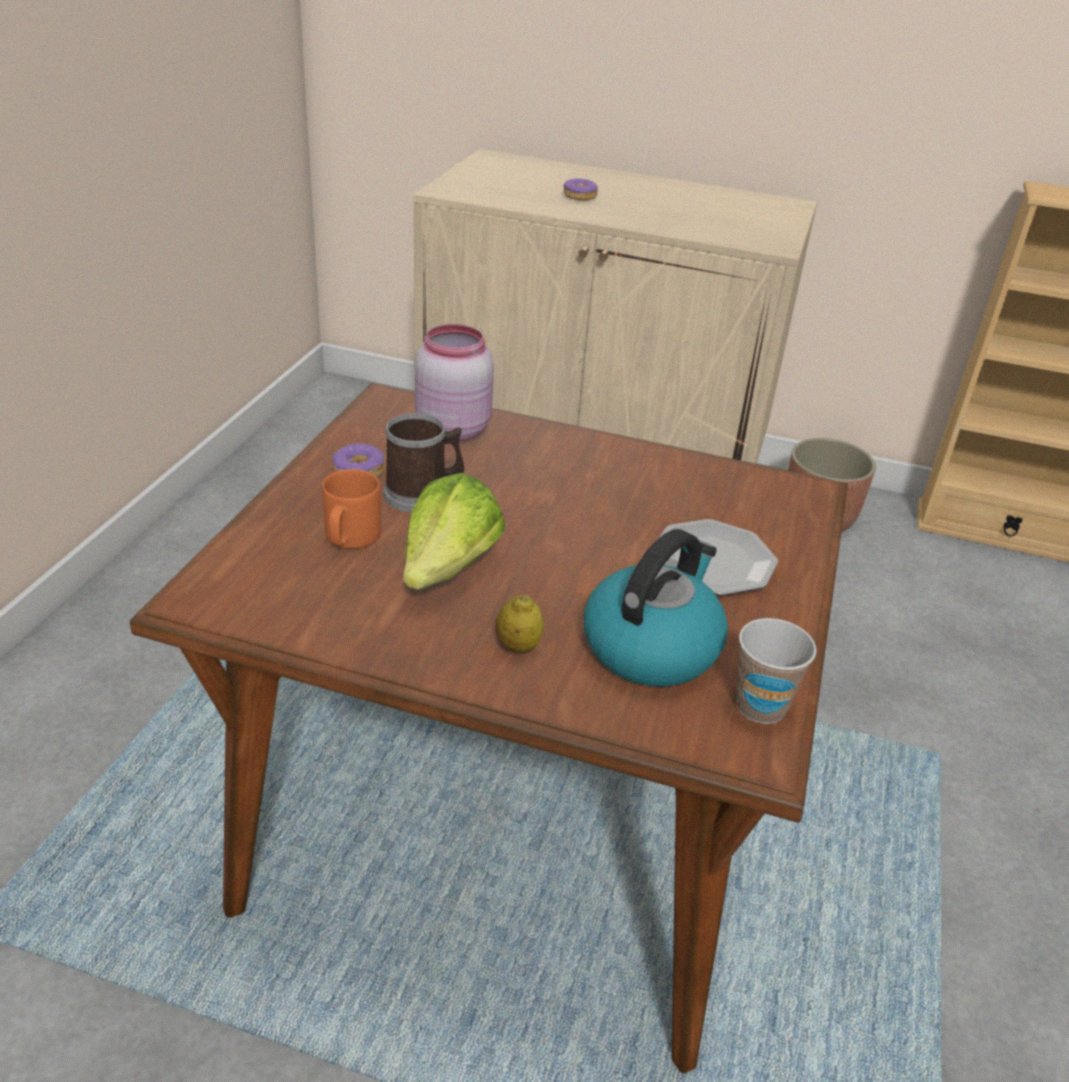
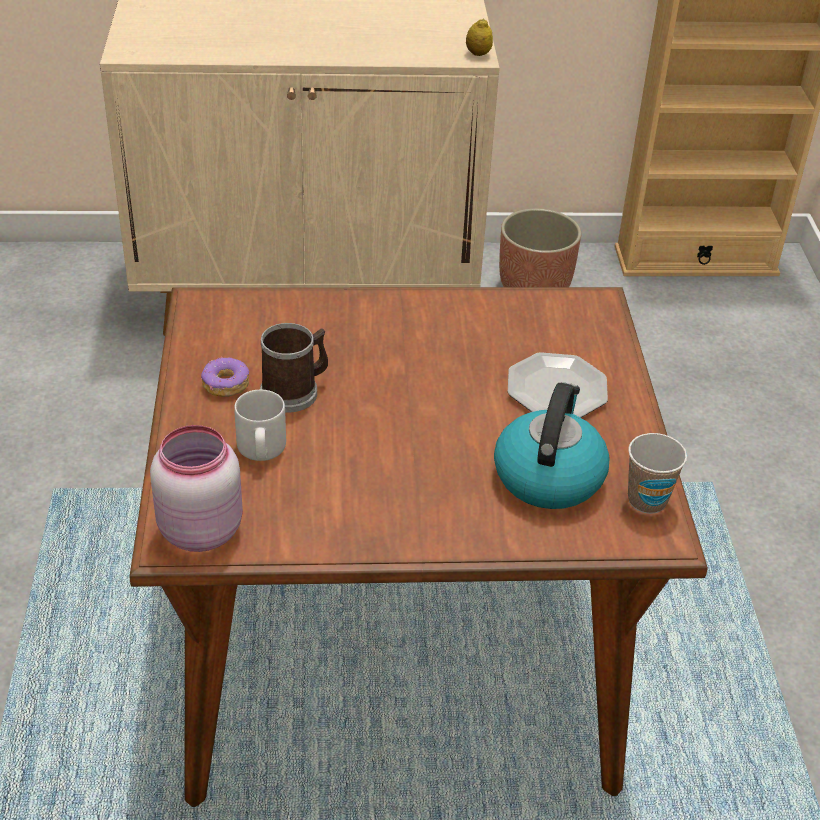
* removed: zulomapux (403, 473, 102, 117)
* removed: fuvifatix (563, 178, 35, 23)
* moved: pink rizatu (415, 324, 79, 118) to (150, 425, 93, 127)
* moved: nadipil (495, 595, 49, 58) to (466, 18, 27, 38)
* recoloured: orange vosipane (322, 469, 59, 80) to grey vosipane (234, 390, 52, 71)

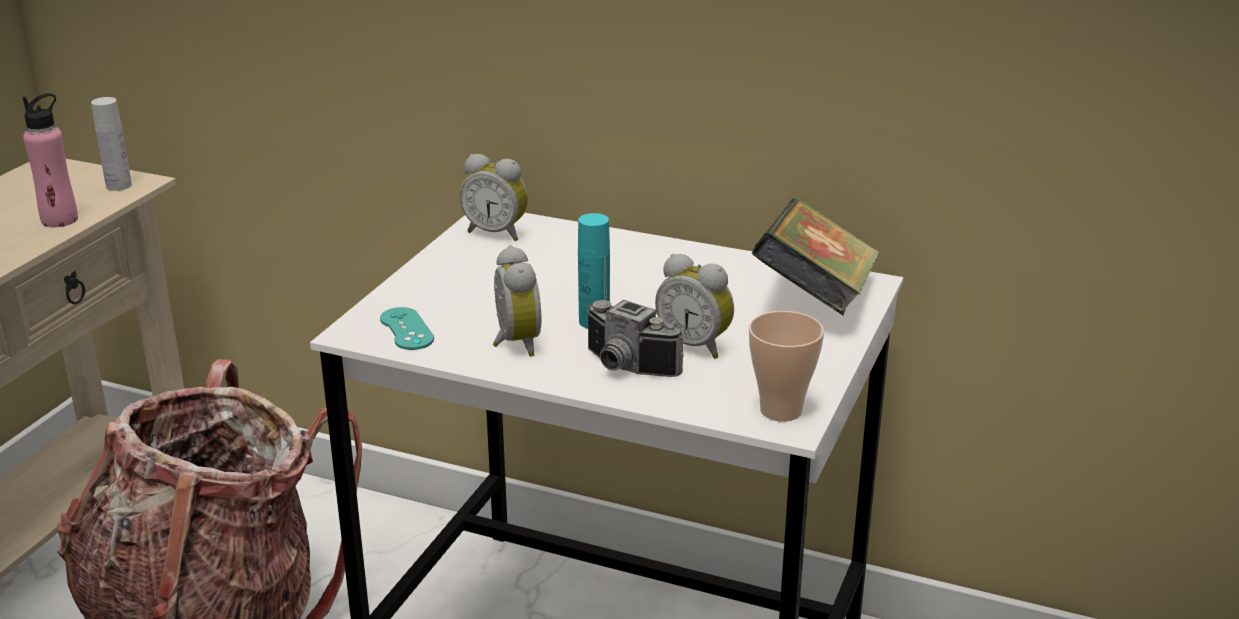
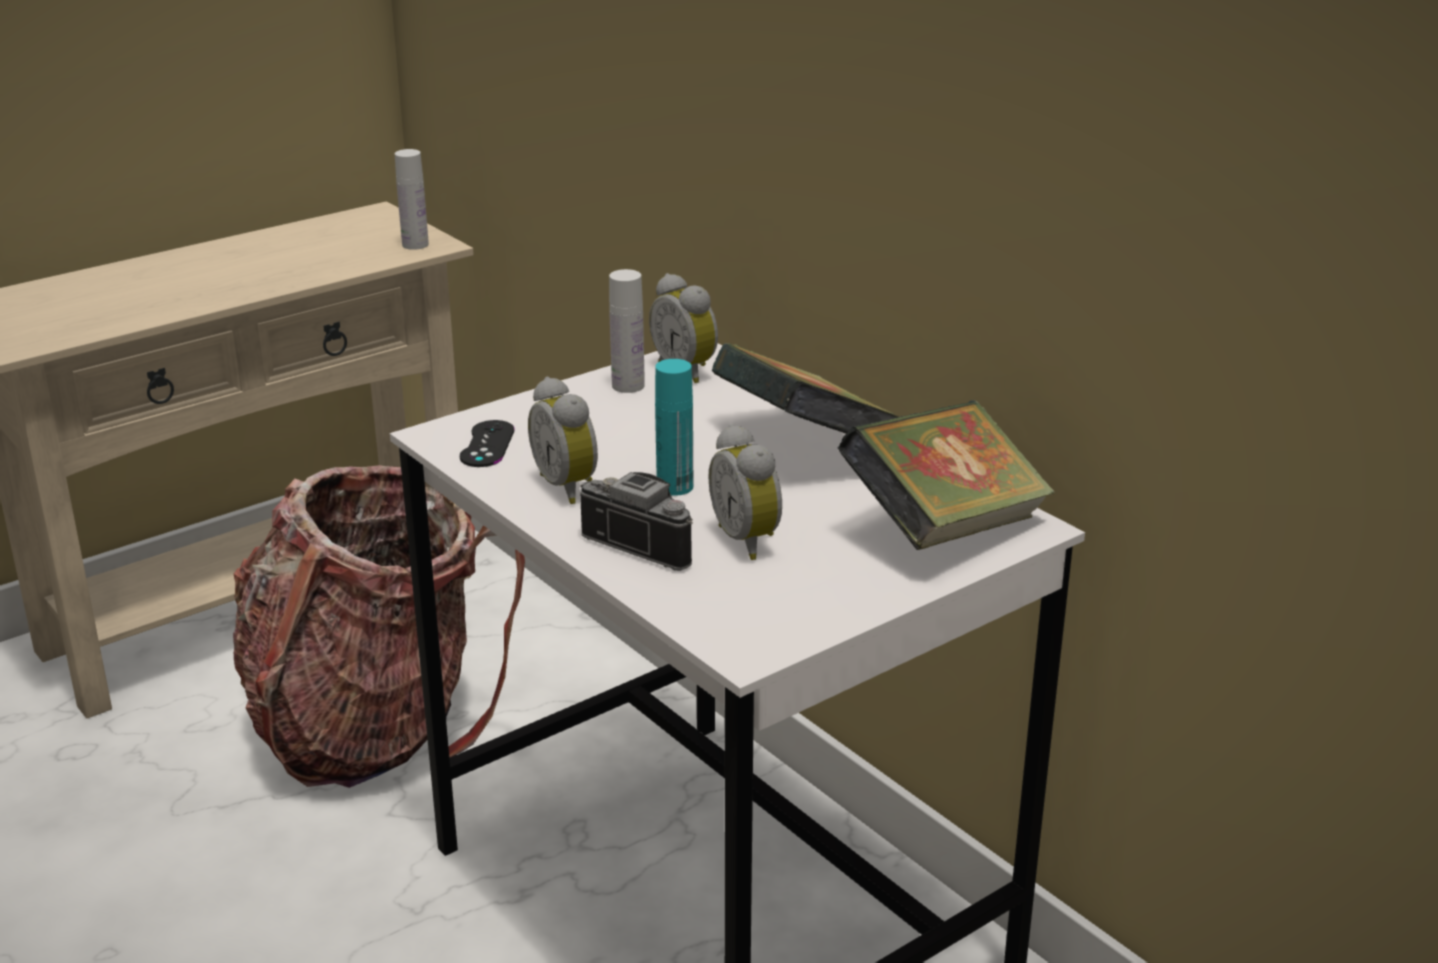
* removed: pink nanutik (23, 93, 55, 134)
* removed: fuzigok (749, 311, 75, 111)
* added: white nanutik (609, 269, 36, 124)
* added: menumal (711, 343, 189, 91)
* recoloured: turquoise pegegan (380, 307, 54, 43) to black pegegan (460, 420, 54, 47)
* turned: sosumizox (493, 245, 48, 112) = (528, 377, 70, 127) 135 degrees clockwise
* turned: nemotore (587, 300, 97, 77) = (580, 472, 113, 99) 150 degrees clockwise

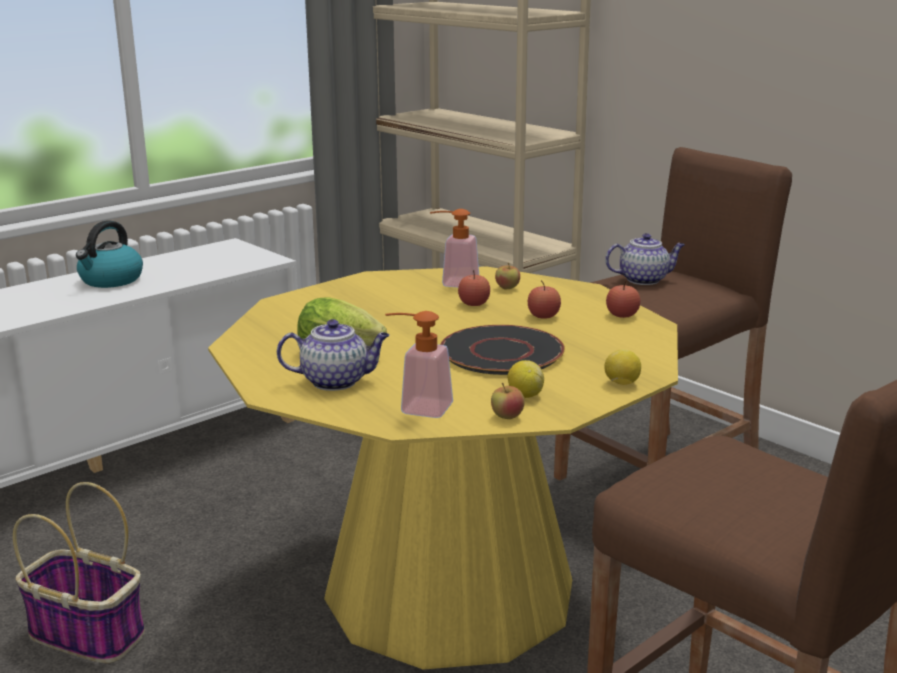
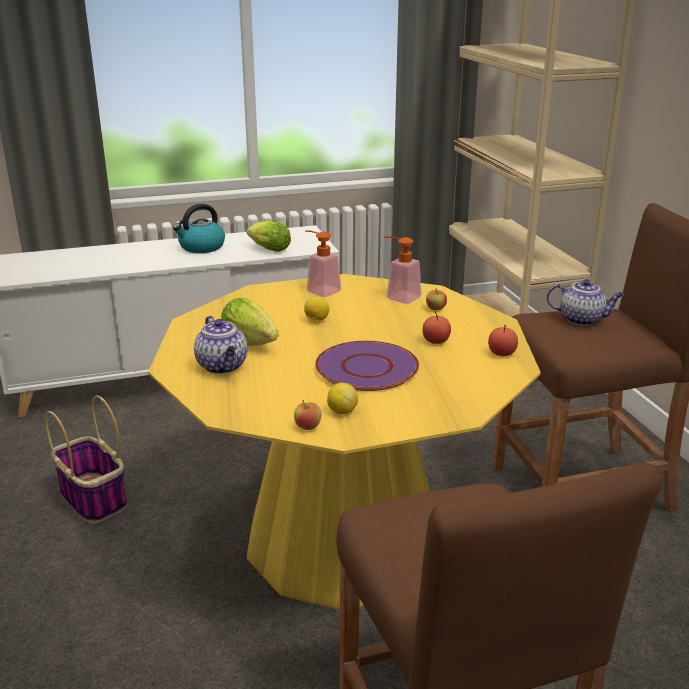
* removed: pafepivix (458, 270, 32, 36)
* added: zulomapux (246, 220, 45, 32)
* moved: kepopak (385, 311, 68, 107) to (305, 230, 36, 67)
* moved: nadipil (604, 349, 37, 36) to (304, 297, 25, 24)
* recoloured: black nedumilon (440, 325, 125, 50) to purple nedumilon (315, 341, 104, 50)
* turned: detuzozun (277, 319, 113, 72) = (194, 316, 54, 58) 45 degrees clockwise

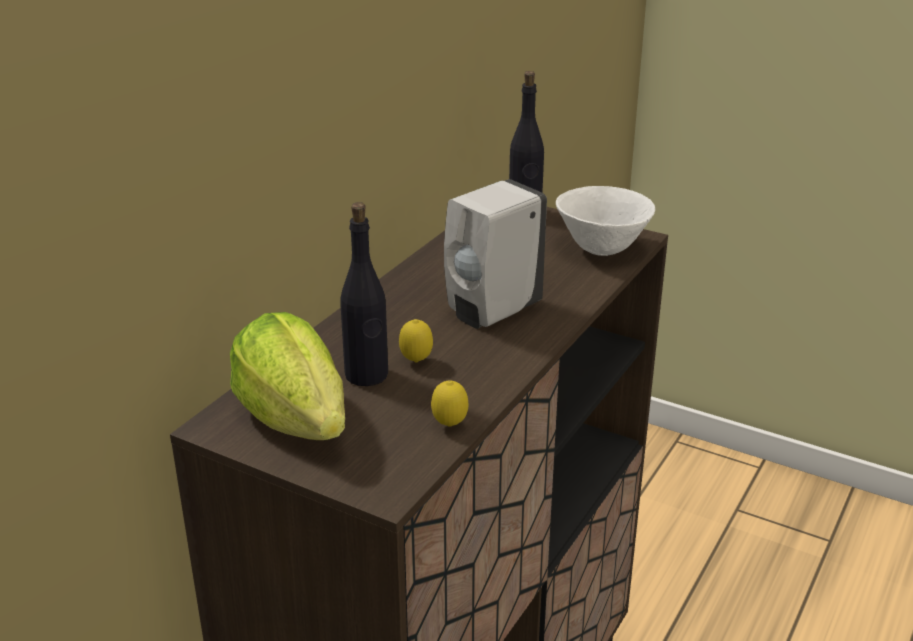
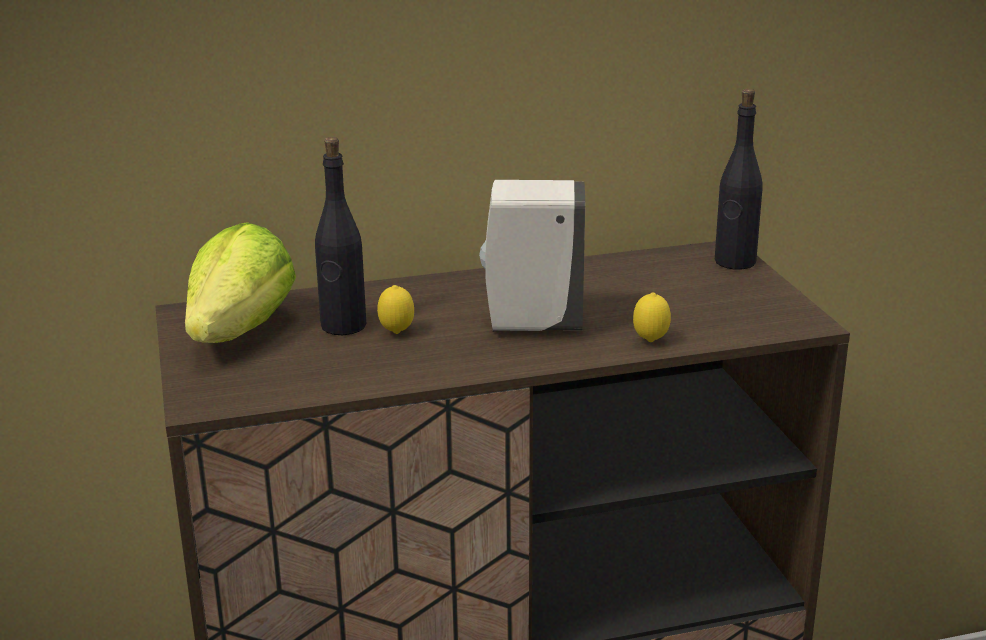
* removed: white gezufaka (556, 186, 99, 70)
* moved: nadipil (431, 380, 37, 47) to (633, 293, 38, 49)

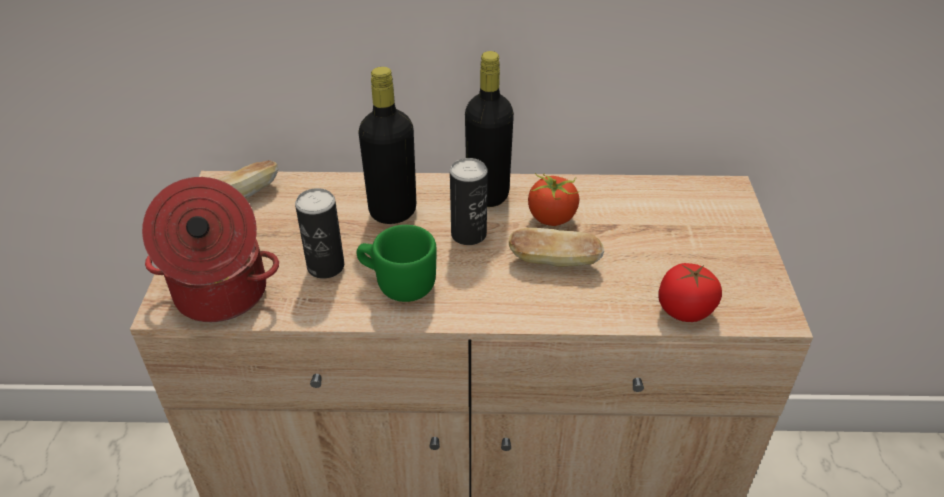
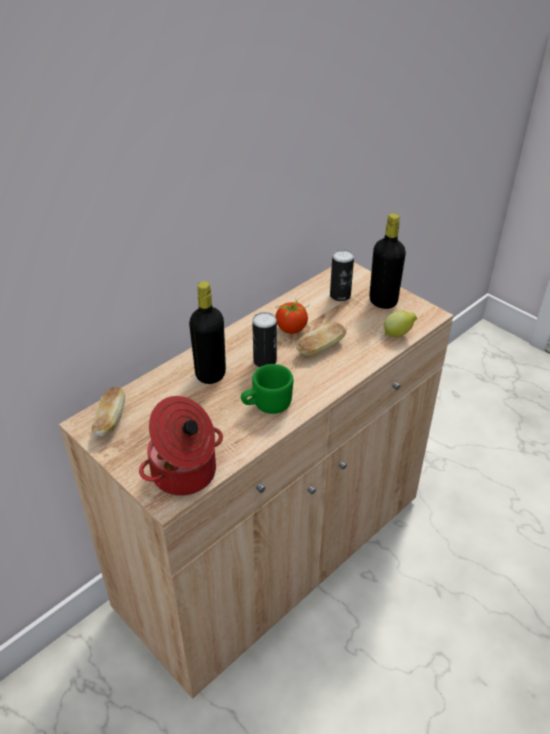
* moved: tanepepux (295, 188, 49, 91) to (330, 250, 24, 51)
* moved: black nanutik (465, 51, 49, 156) to (369, 213, 37, 96)
* replaced: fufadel (658, 263, 64, 59) to nadipil (384, 311, 33, 27)

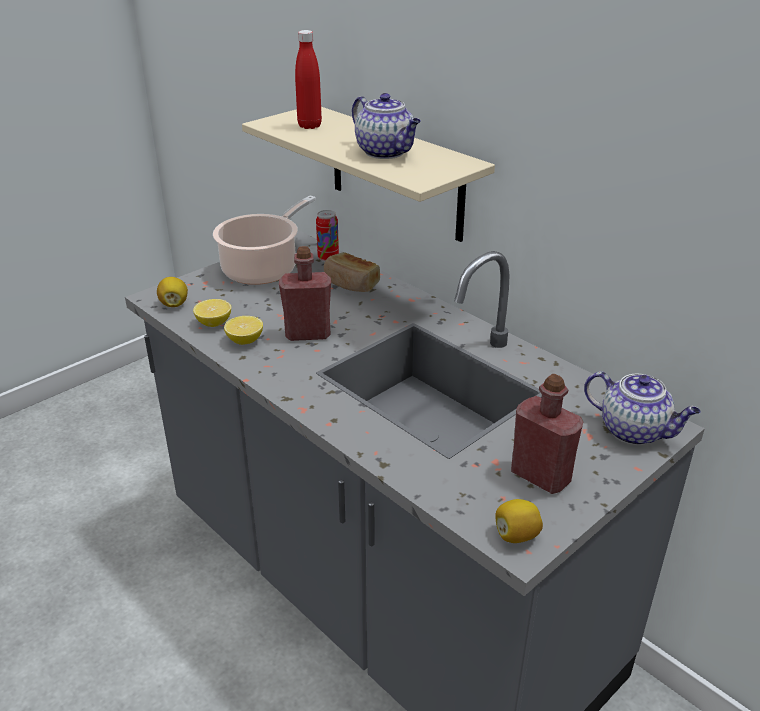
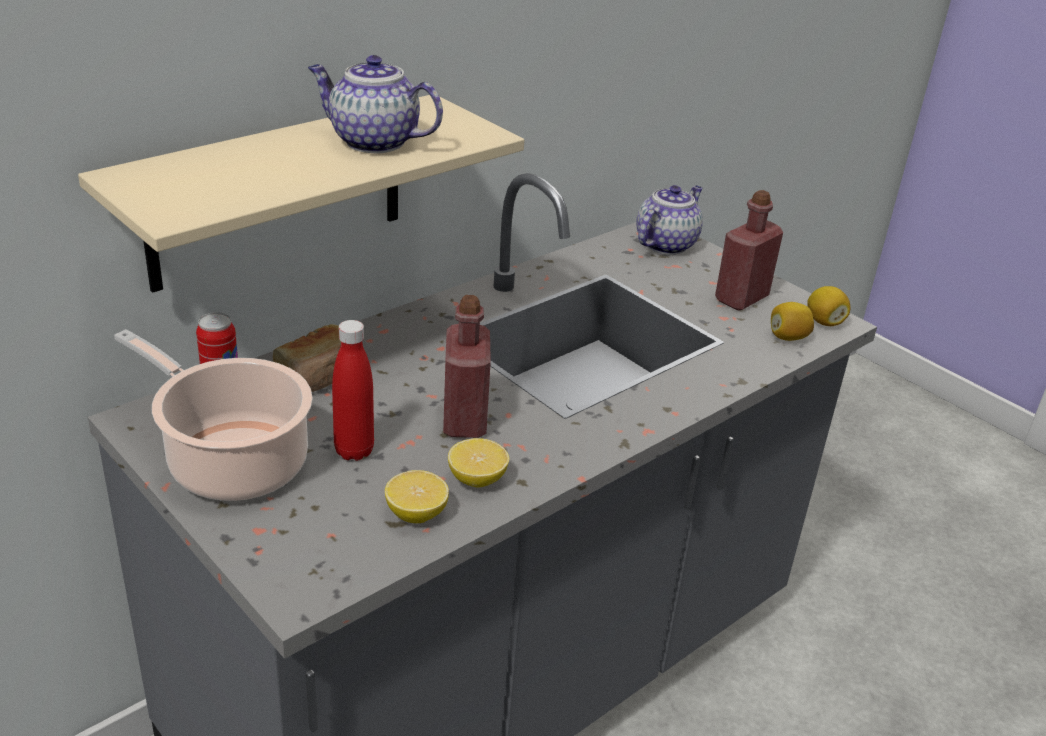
* moved: nadipil (157, 277, 31, 30) to (771, 302, 43, 39)
* moved: red nanutik (295, 30, 27, 99) to (332, 320, 42, 141)
* turned: detuzozun (352, 93, 69, 66) = (308, 55, 135, 99) 120 degrees counterclockwise

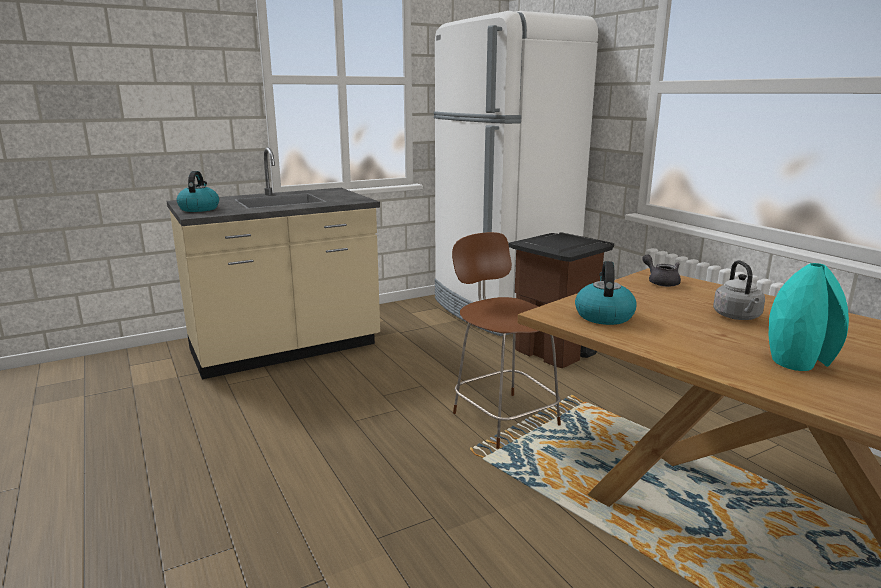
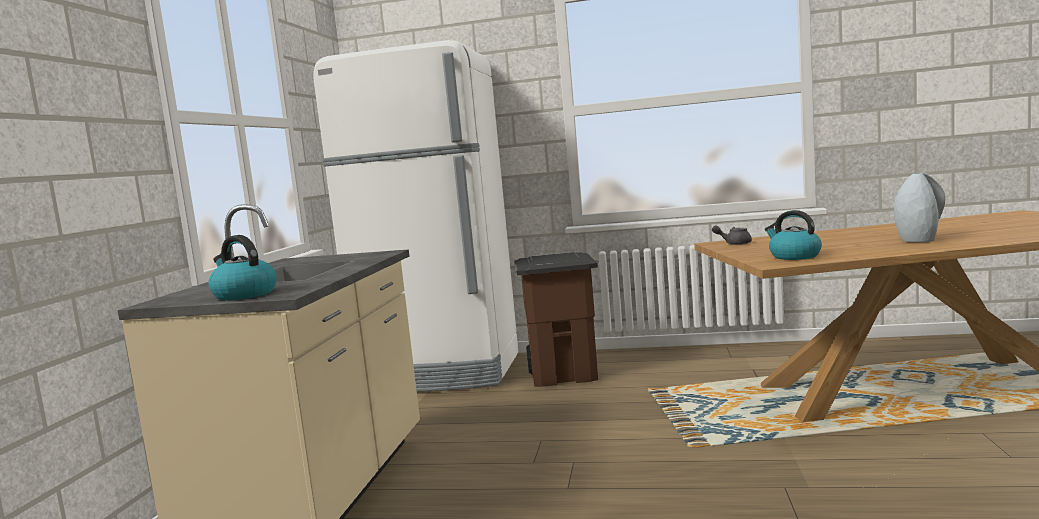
* removed: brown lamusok (452, 232, 109, 217)
* removed: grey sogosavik (713, 260, 52, 60)
* recoloured: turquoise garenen (768, 263, 81, 108) to grey garenen (894, 173, 51, 69)

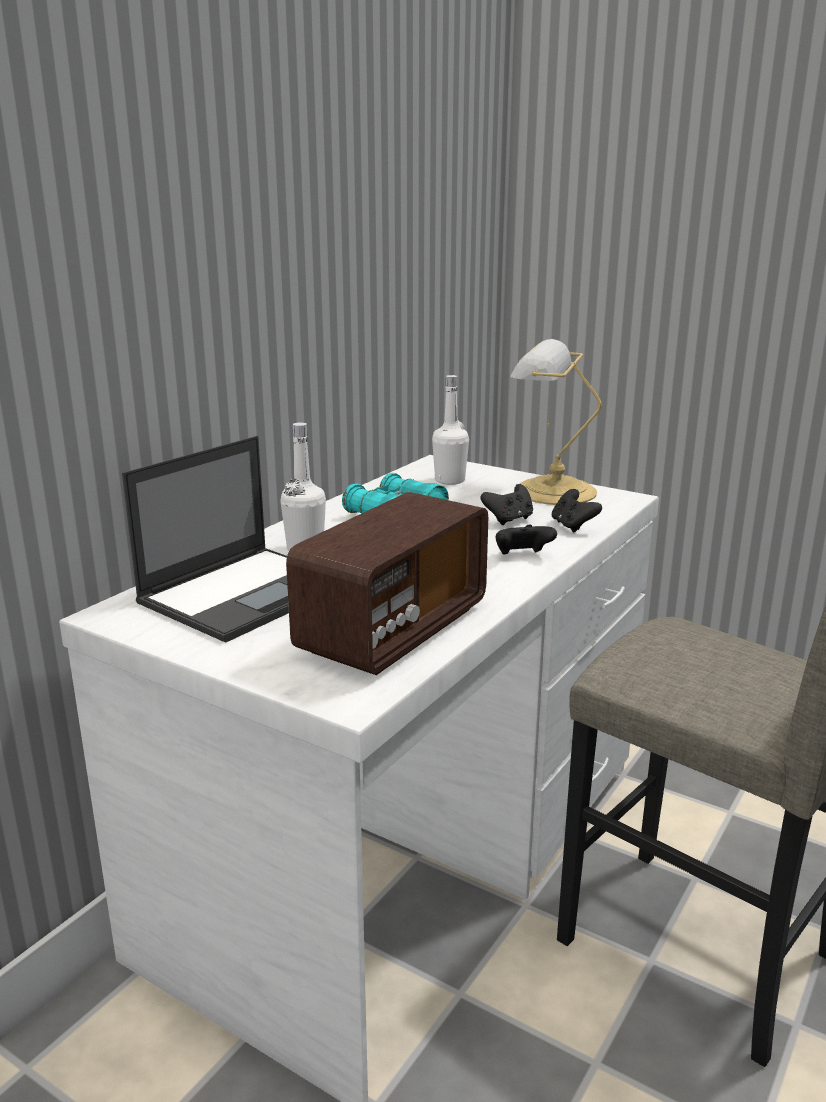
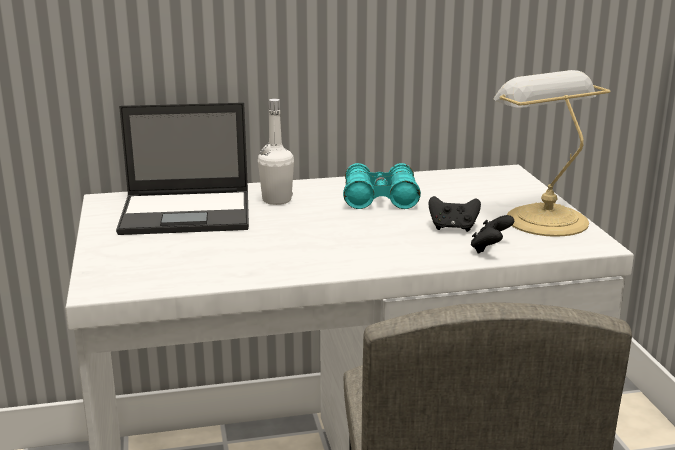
* removed: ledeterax (286, 492, 202, 183)
* removed: white nanutik (432, 375, 37, 110)
* removed: black pegegan (496, 524, 61, 31)

